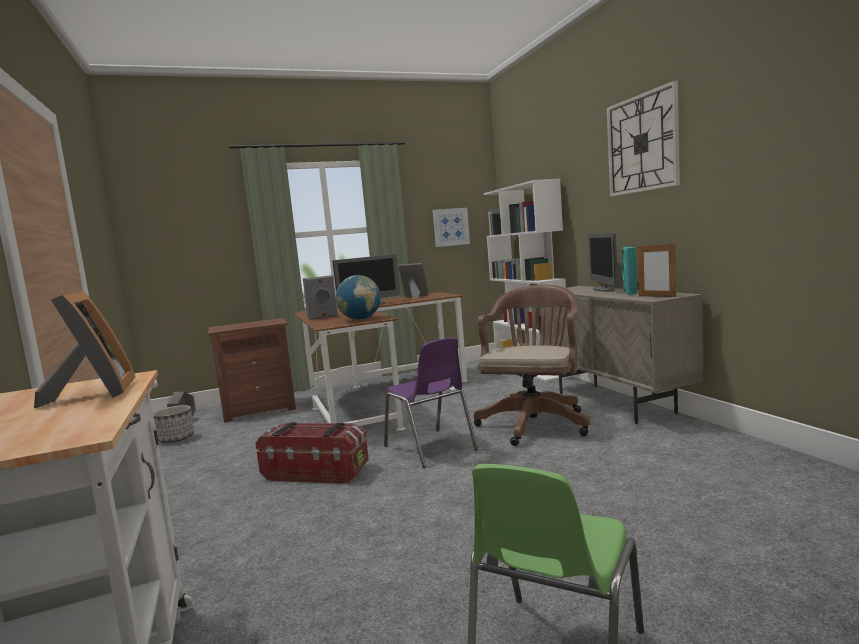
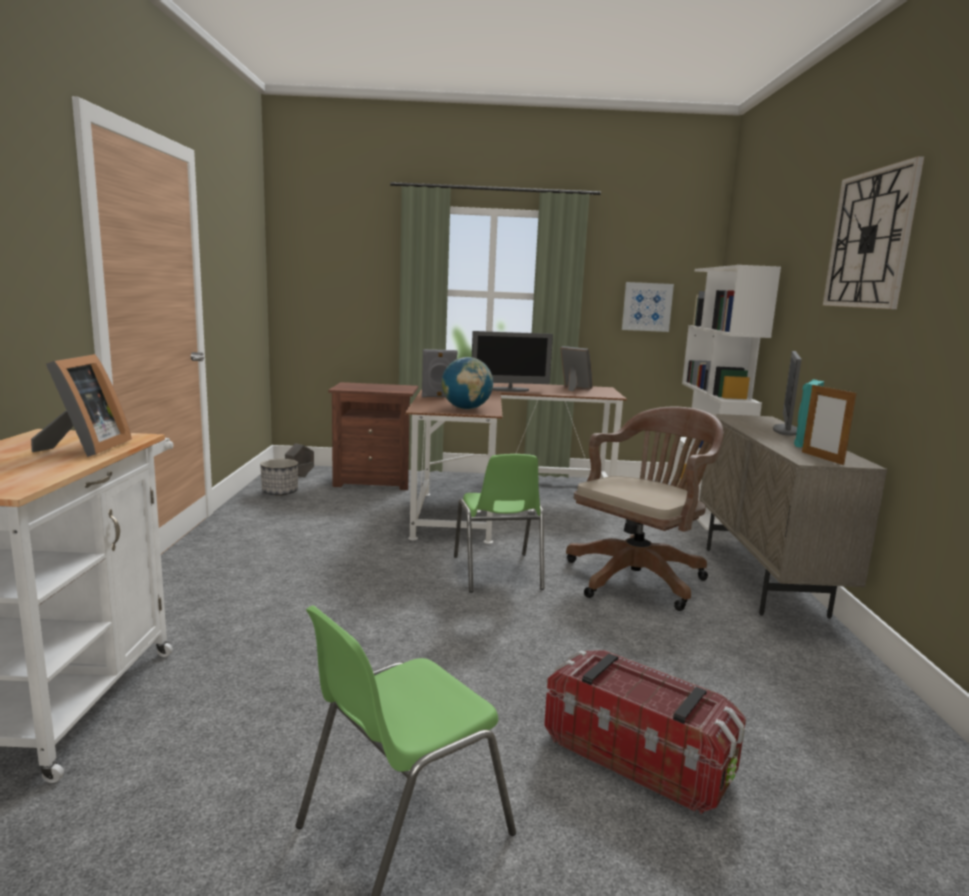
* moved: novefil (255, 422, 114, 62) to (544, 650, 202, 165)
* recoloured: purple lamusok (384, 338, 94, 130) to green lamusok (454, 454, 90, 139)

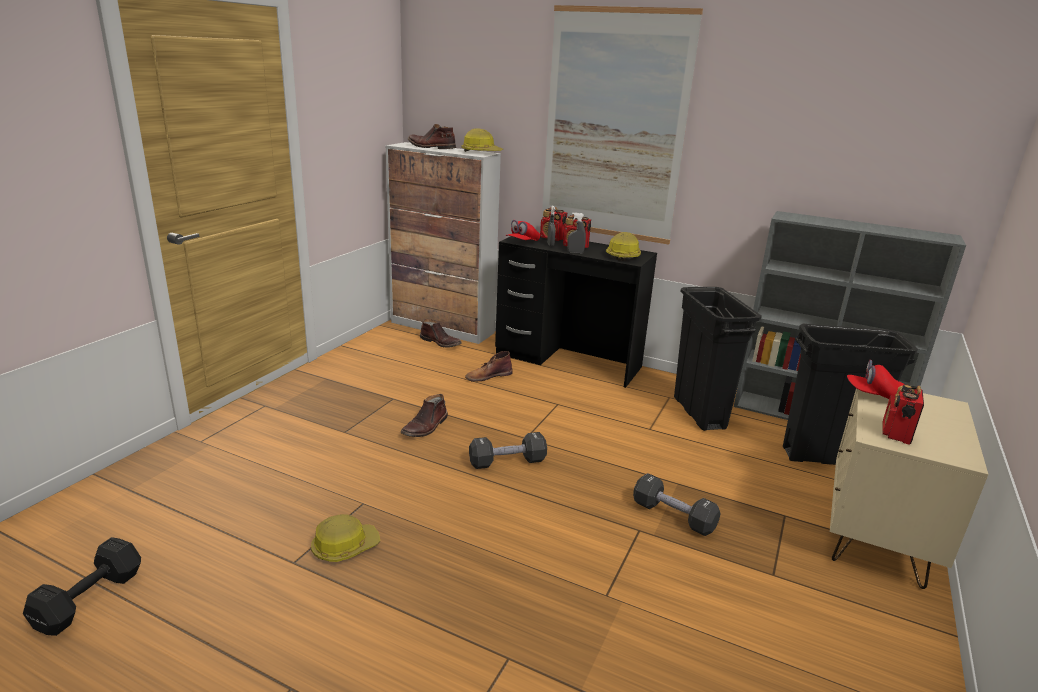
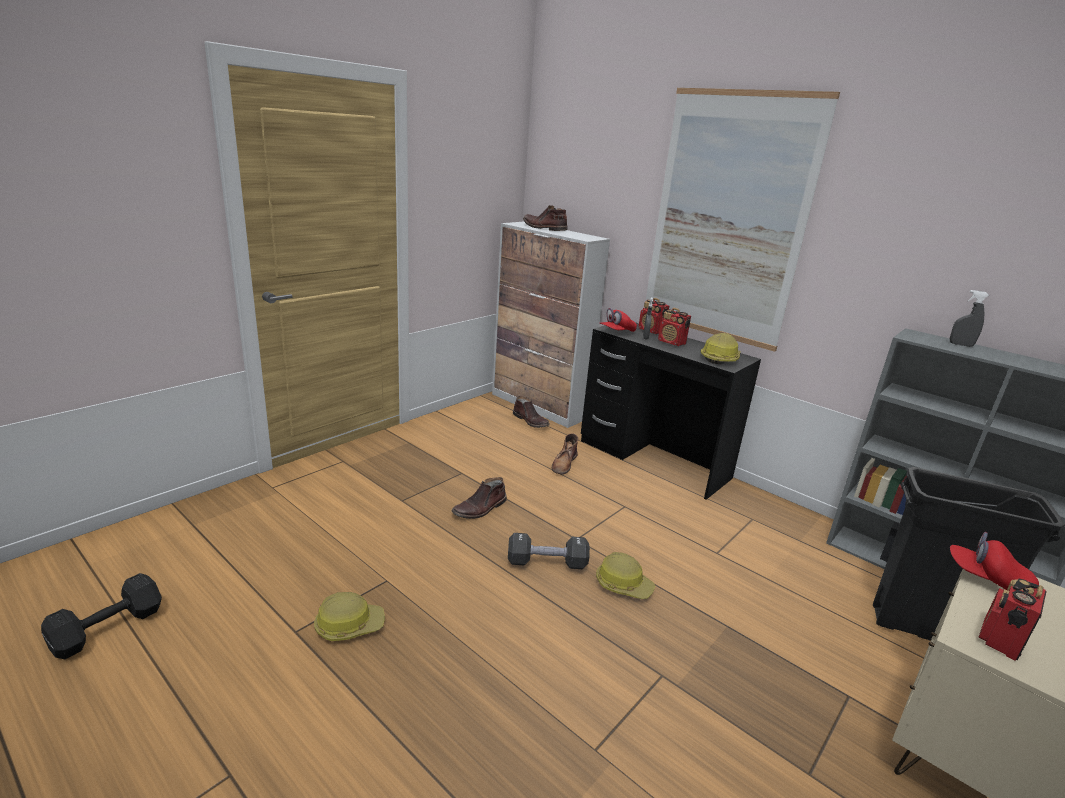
* removed: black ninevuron (633, 473, 88, 63)
* removed: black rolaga (674, 287, 88, 144)
* moved: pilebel (461, 128, 42, 24) to (596, 552, 60, 47)
* moved: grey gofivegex (567, 212, 19, 42) to (950, 290, 39, 57)
* turned: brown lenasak (465, 351, 48, 31) = (552, 433, 26, 41) 60 degrees counterclockwise

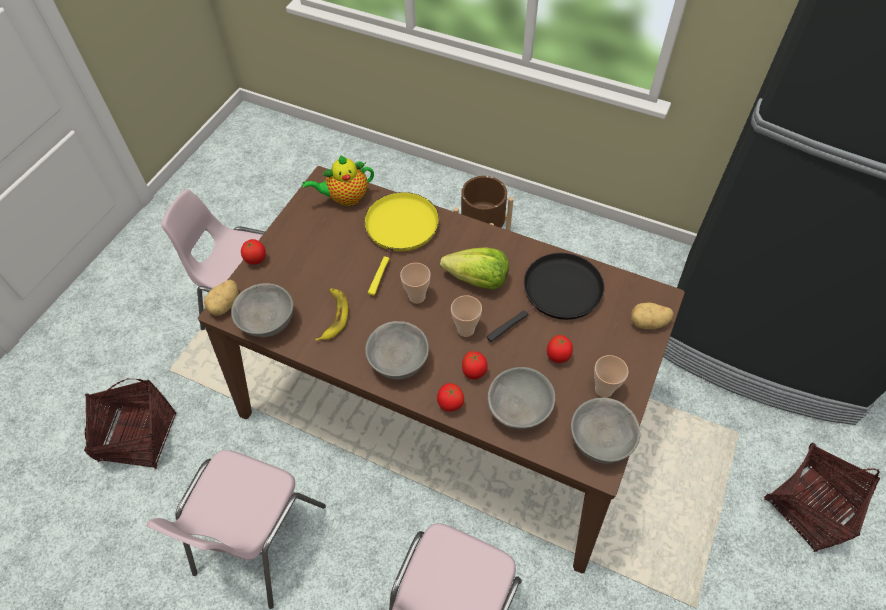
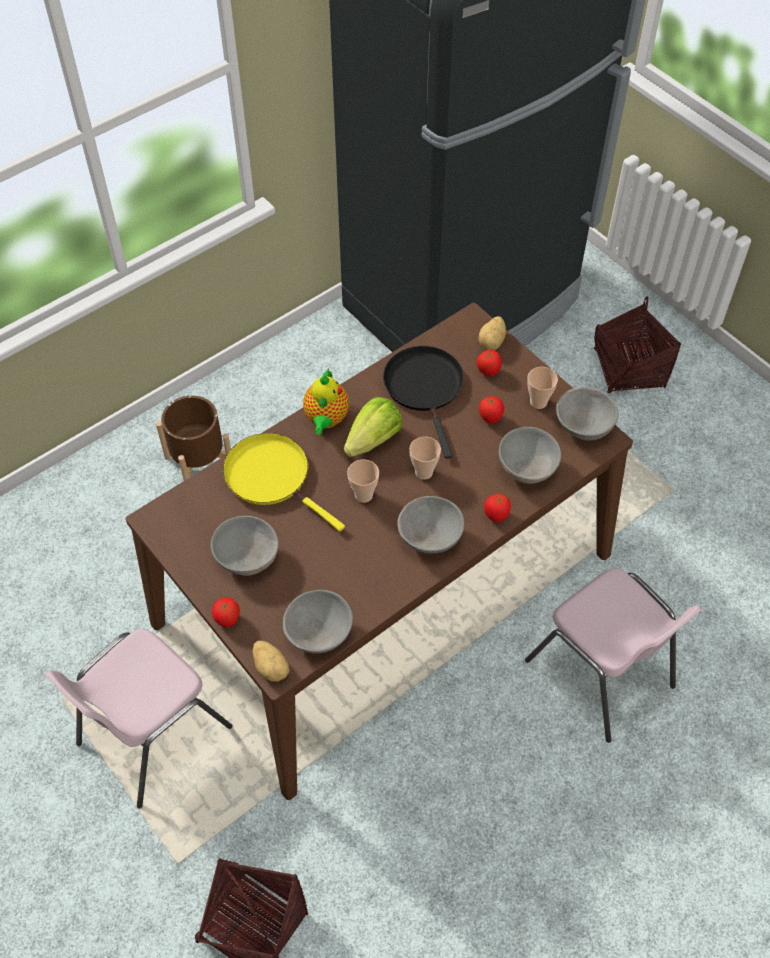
* removed: pink lamusok (146, 450, 180, 159)
* removed: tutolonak (315, 288, 33, 53)
* added: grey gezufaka (211, 516, 68, 60)
* moved: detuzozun (302, 155, 72, 51) to (303, 368, 46, 67)
* moved: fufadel (462, 351, 26, 28) to (477, 350, 25, 26)

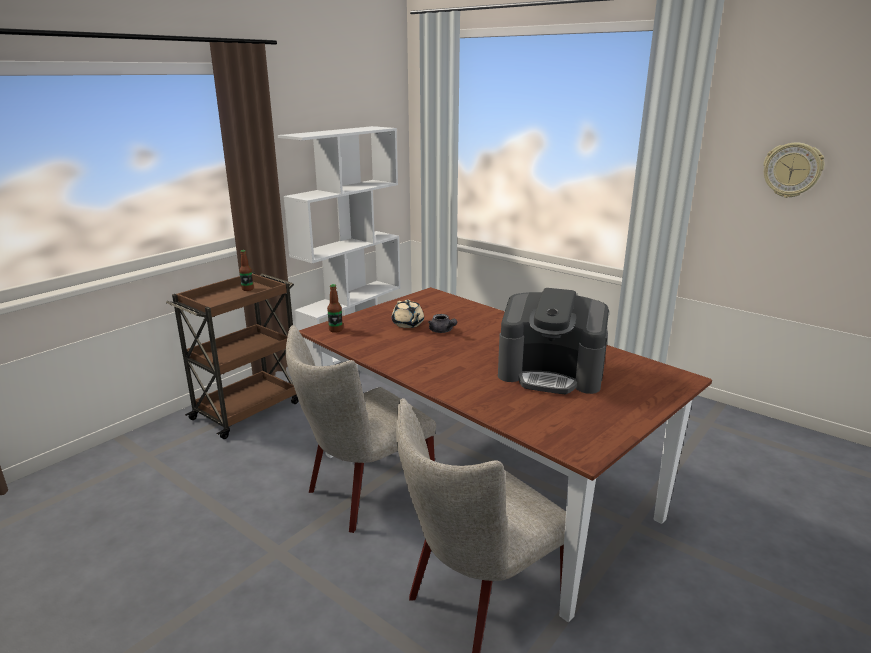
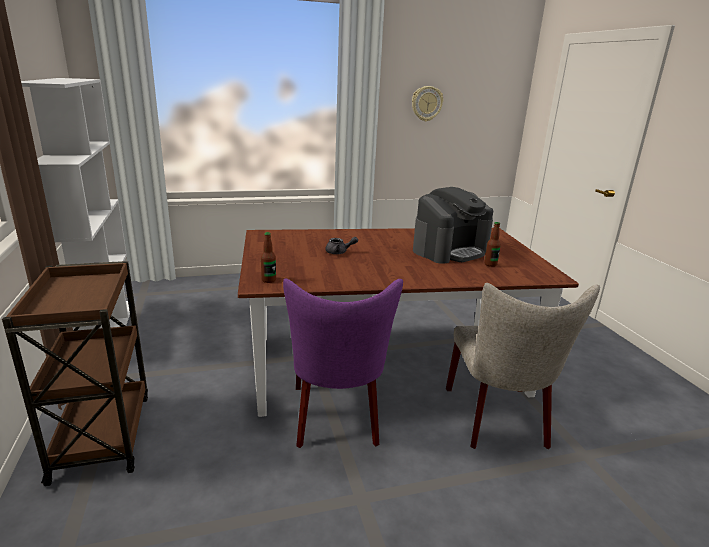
* removed: beige detuzozun (392, 300, 32, 28)
* moved: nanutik (239, 250, 15, 41) to (484, 222, 17, 45)
* recoloured: beige lamusok (286, 325, 150, 208) to purple lamusok (283, 278, 120, 170)

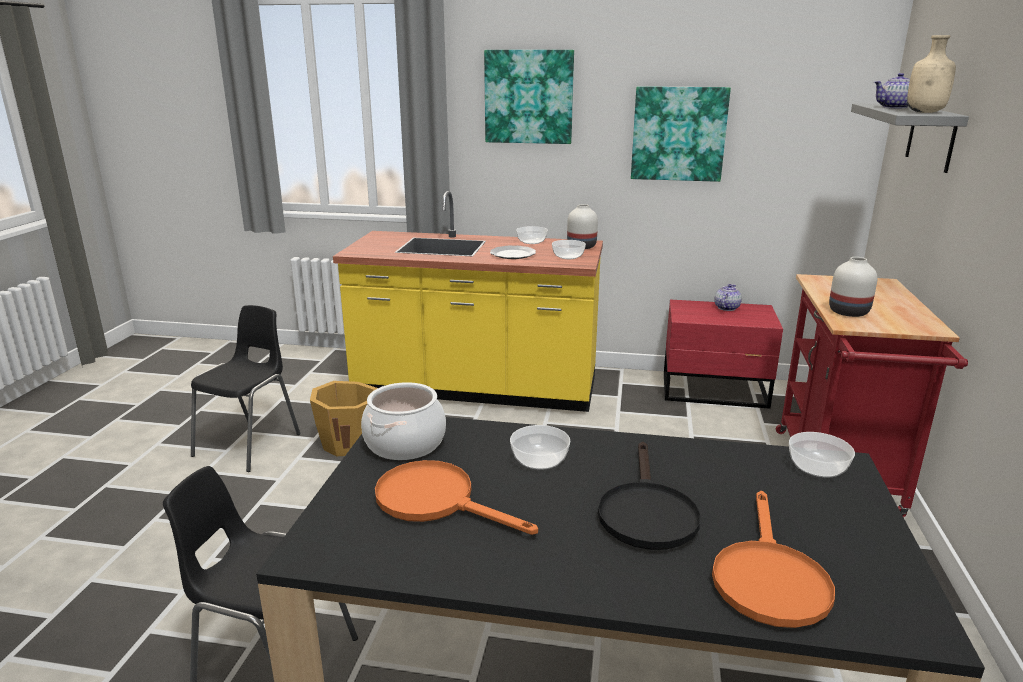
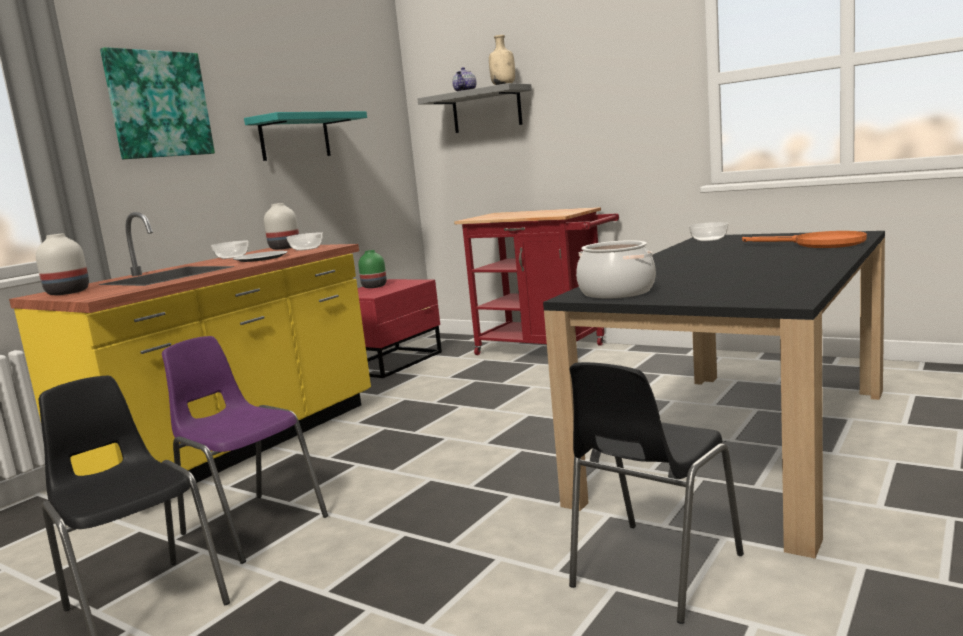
* removed: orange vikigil (375, 460, 163, 75)
* removed: gezufaka (510, 425, 60, 45)
* removed: black vikigil (598, 442, 103, 108)
* moved: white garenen (829, 257, 48, 60) to (36, 233, 53, 62)
* replaced: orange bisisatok (310, 381, 68, 75) to purple lamusok (162, 336, 166, 228)
* replaced: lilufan (631, 86, 100, 96) to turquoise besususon (244, 111, 123, 50)
* replaced: detuzozun (714, 284, 28, 27) to green garenen (358, 250, 29, 38)

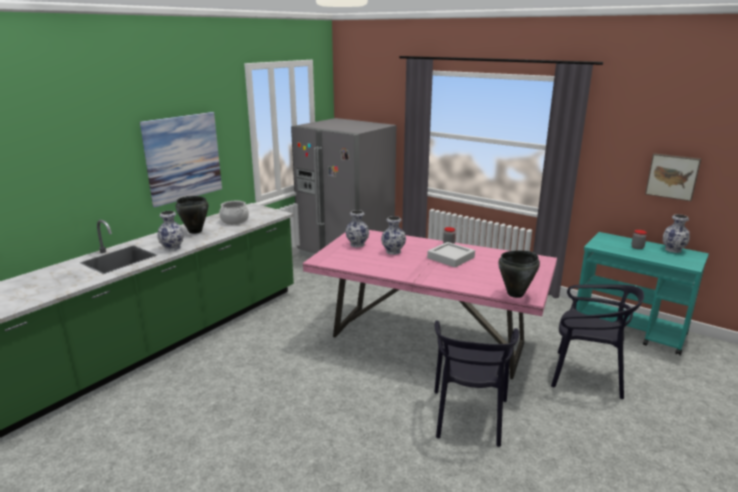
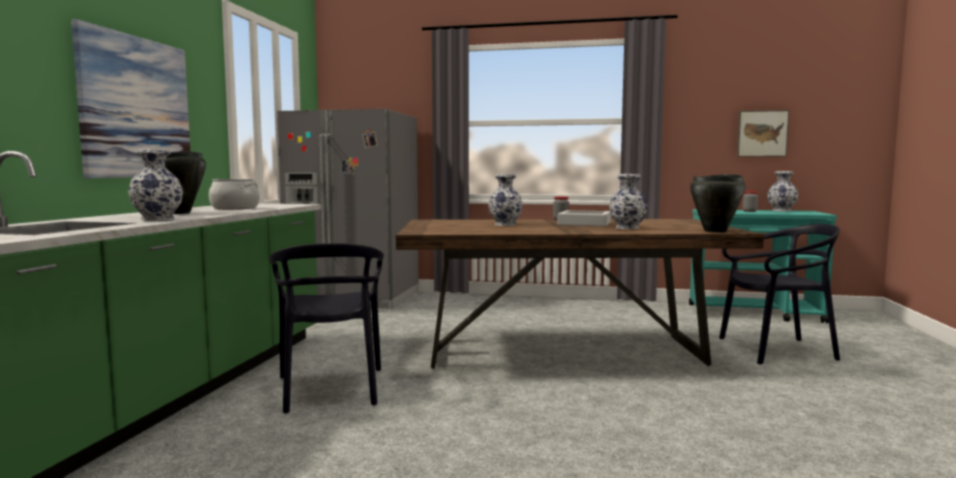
* moved: garenen (345, 210, 24, 38) to (609, 174, 39, 55)
* moved: black lamusok (435, 320, 84, 127) to (269, 243, 115, 171)
* recoloured: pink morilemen (303, 230, 254, 149) to brown morilemen (396, 219, 368, 150)

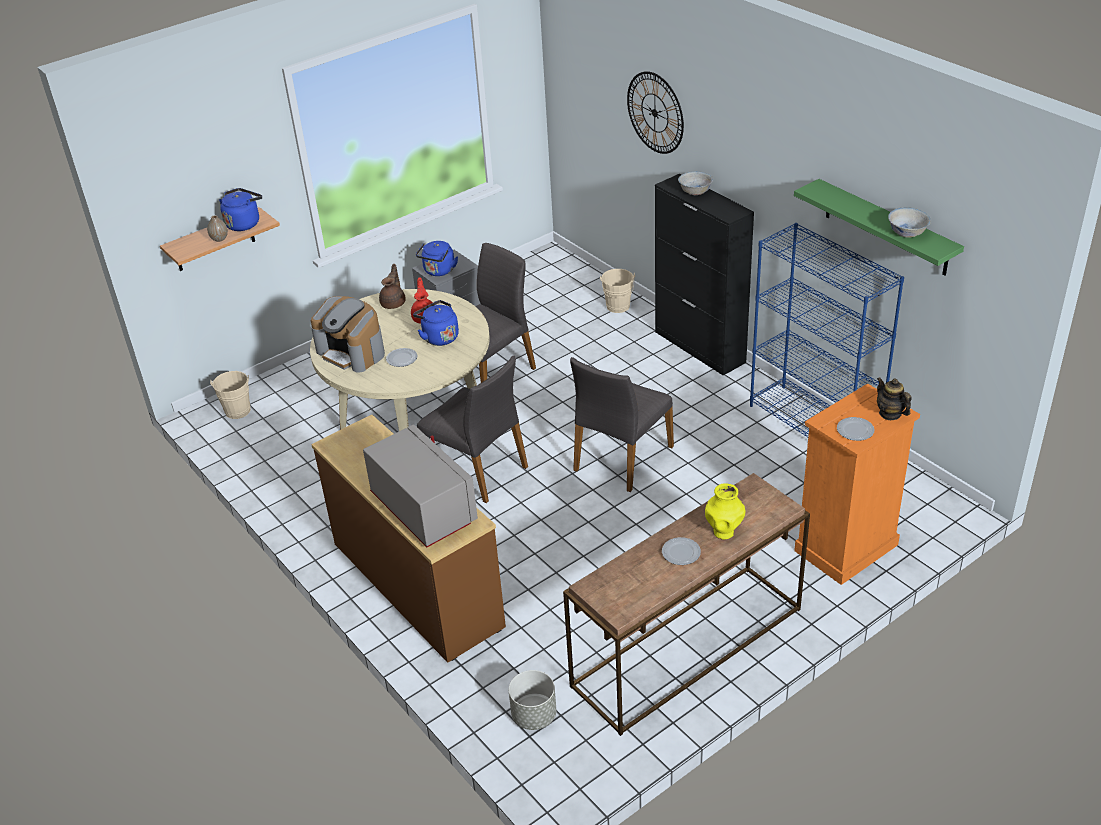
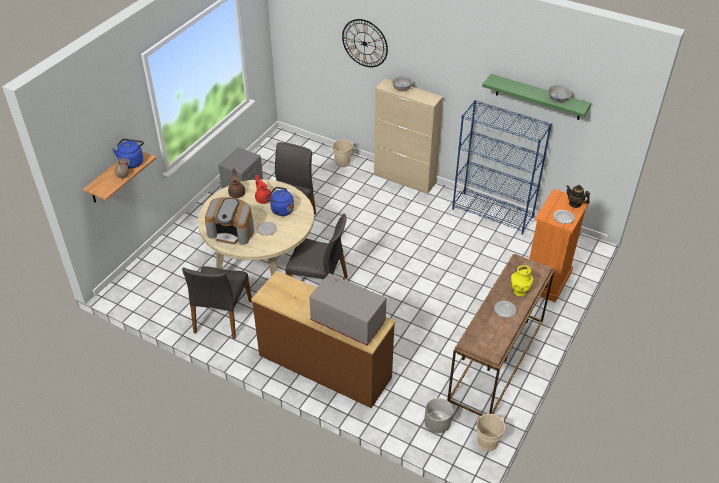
* removed: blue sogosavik (416, 241, 42, 35)
* moved: beige bisisatok (210, 371, 41, 48) to (472, 414, 33, 37)
* moved: grey lamusok (570, 357, 104, 135) to (182, 266, 70, 73)
* recoloured: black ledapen (655, 174, 99, 202) to beige ledapen (374, 79, 69, 115)

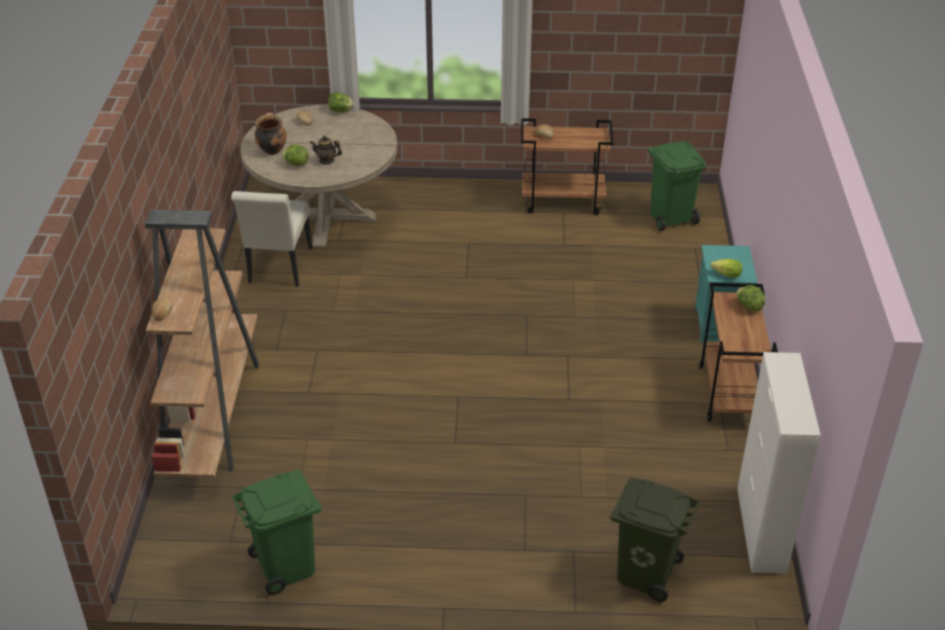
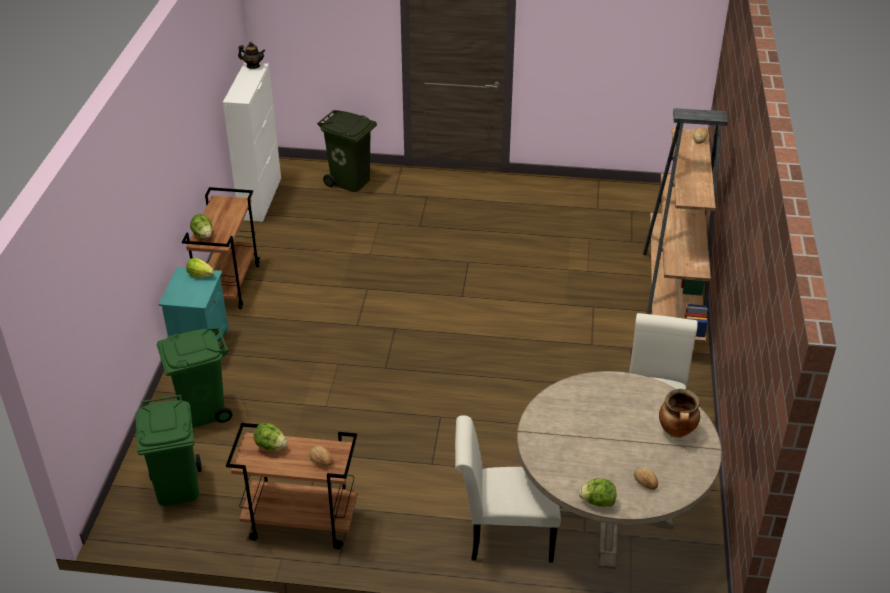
* added: white lamusok (455, 415, 106, 147)
* moved: green rolaga (232, 470, 90, 125) to (156, 328, 77, 100)
* moved: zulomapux (281, 144, 27, 22) to (253, 423, 34, 28)
* moved: detuzozun (310, 135, 32, 30) to (238, 42, 27, 27)

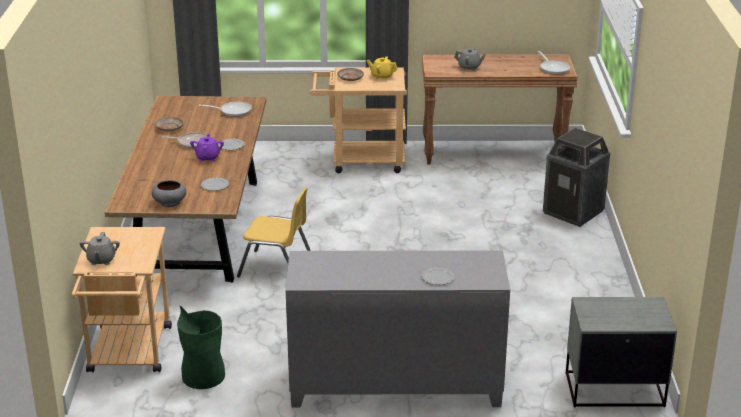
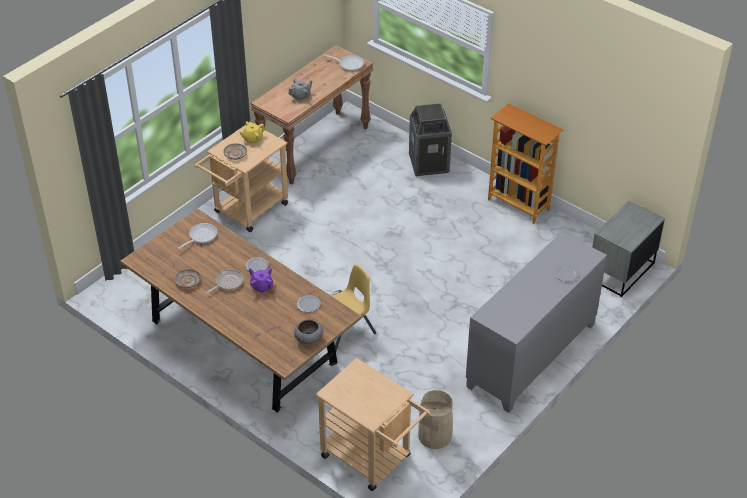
* removed: grey detuzozun (79, 232, 41, 33)
* added: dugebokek (488, 103, 76, 121)
* recoloured: green rolaga (177, 306, 48, 83) to beige rolaga (418, 390, 35, 59)

